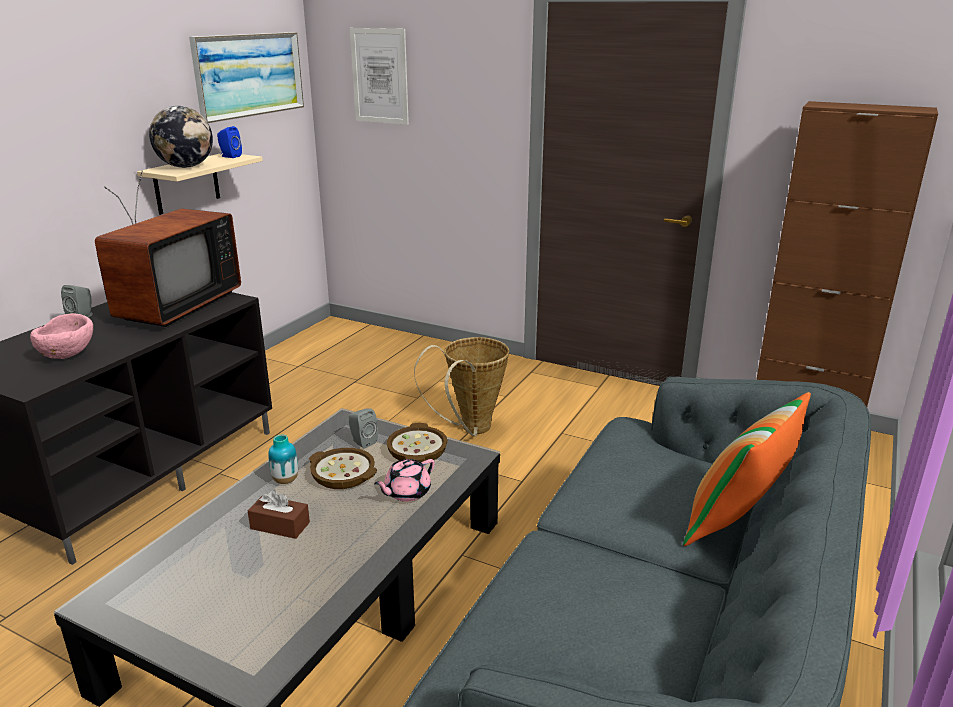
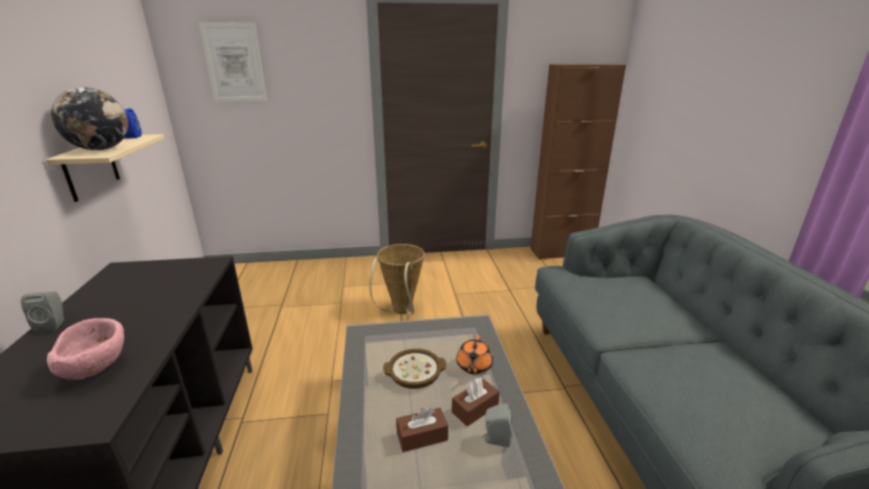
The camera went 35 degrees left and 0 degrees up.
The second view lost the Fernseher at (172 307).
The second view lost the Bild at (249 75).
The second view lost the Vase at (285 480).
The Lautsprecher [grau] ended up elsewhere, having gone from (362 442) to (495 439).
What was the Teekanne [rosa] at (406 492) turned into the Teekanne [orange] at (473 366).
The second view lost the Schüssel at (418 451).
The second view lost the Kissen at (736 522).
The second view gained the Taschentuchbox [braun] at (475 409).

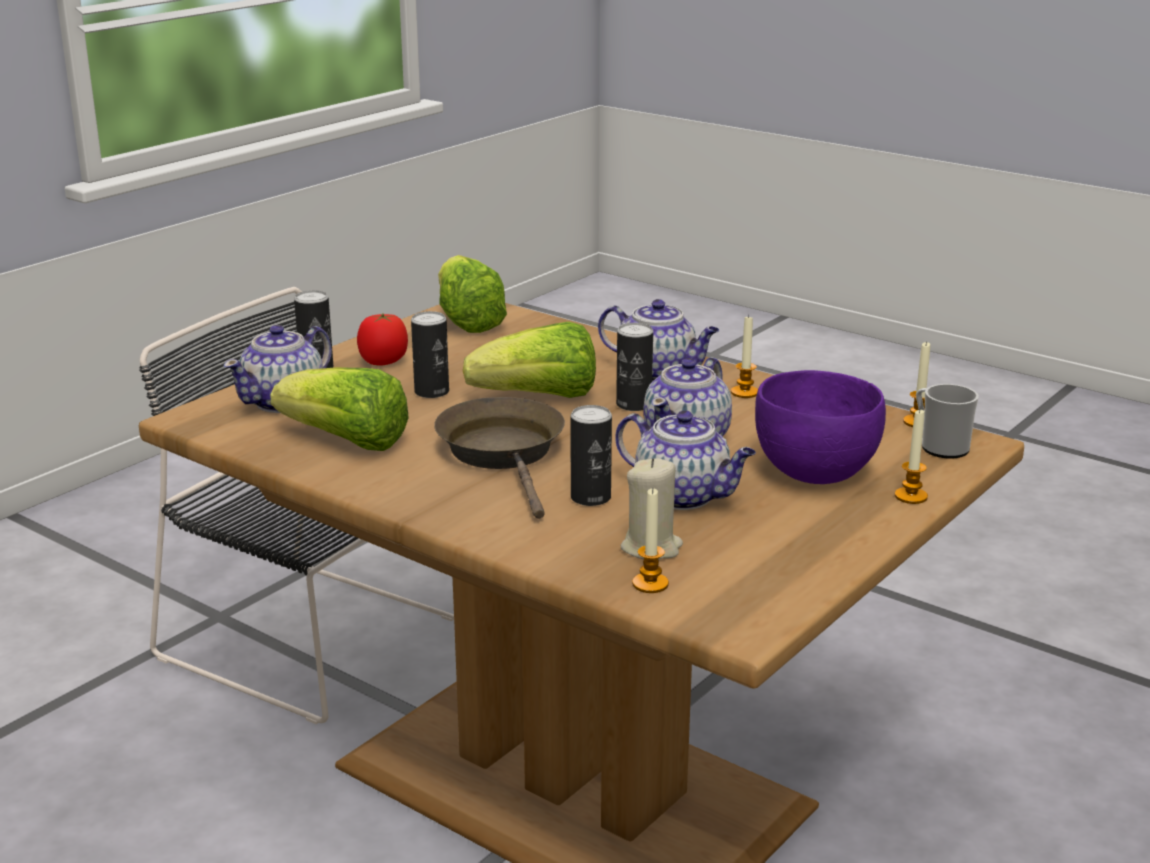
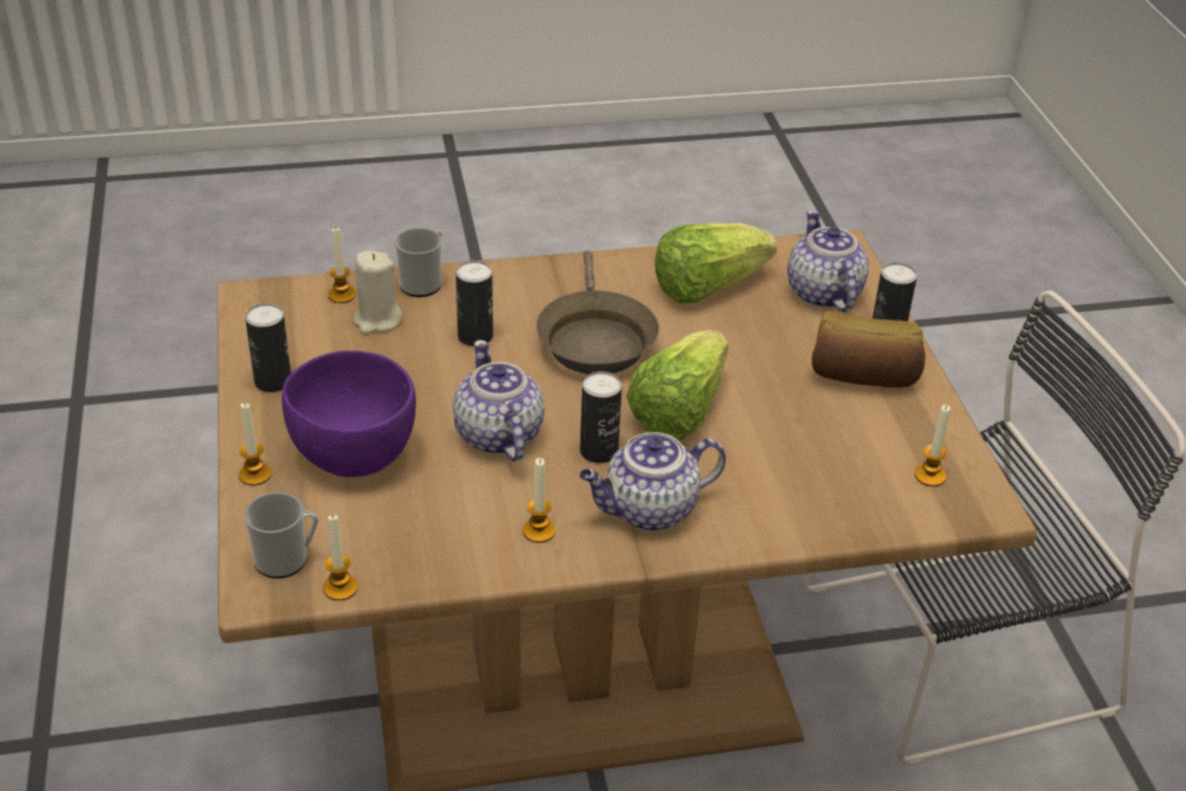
The camera went 130 degrees right and 15 degrees up.
Where the Tomate stood at (383 362), the Brot came to stand at (863 375).
The Dose ended up elsewhere, having gone from (431 392) to (273 381).
The Pfanne [braun] at (504 454) ended up facing another way, 60 degrees clockwise from before.
Where the Salatkopf stood at (467 321), the Kerze came to stand at (930 476).
The second view lost the Teekanne at (684 496).
The second view gained the Henkelbecher at (423 282).

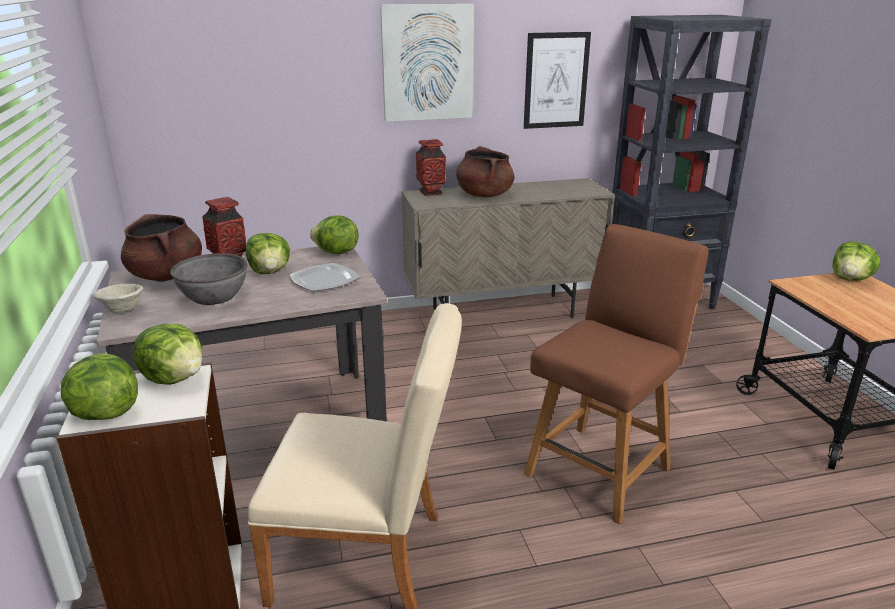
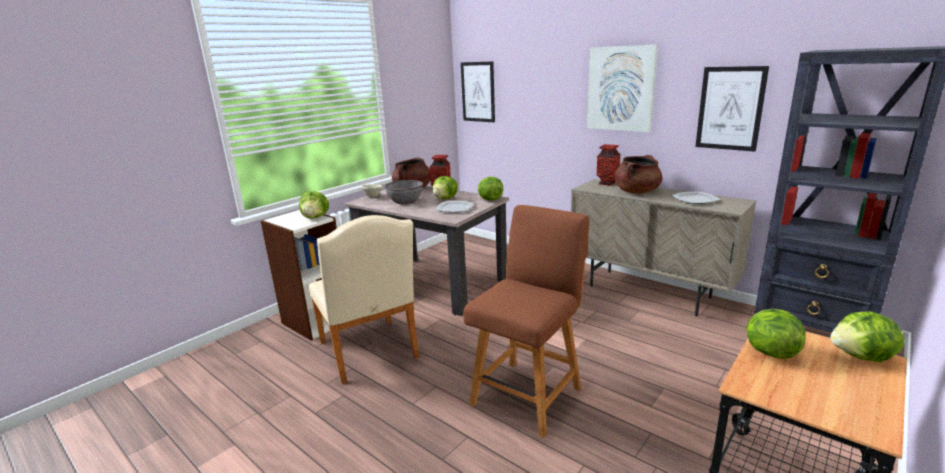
The camera went 55 degrees right and 5 degrees down.
The Salatkopf ended up elsewhere, having gone from (104 413) to (769 352).
The Stuhl [braun] at (600 468) ended up facing another way, 60 degrees counterclockwise from before.
The second view gained the Bild at (478 92).
The second view gained the Teller at (695 199).

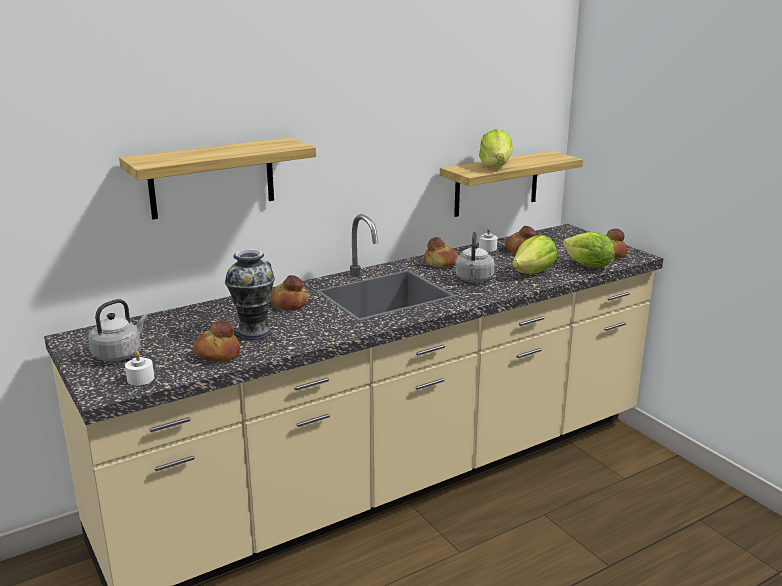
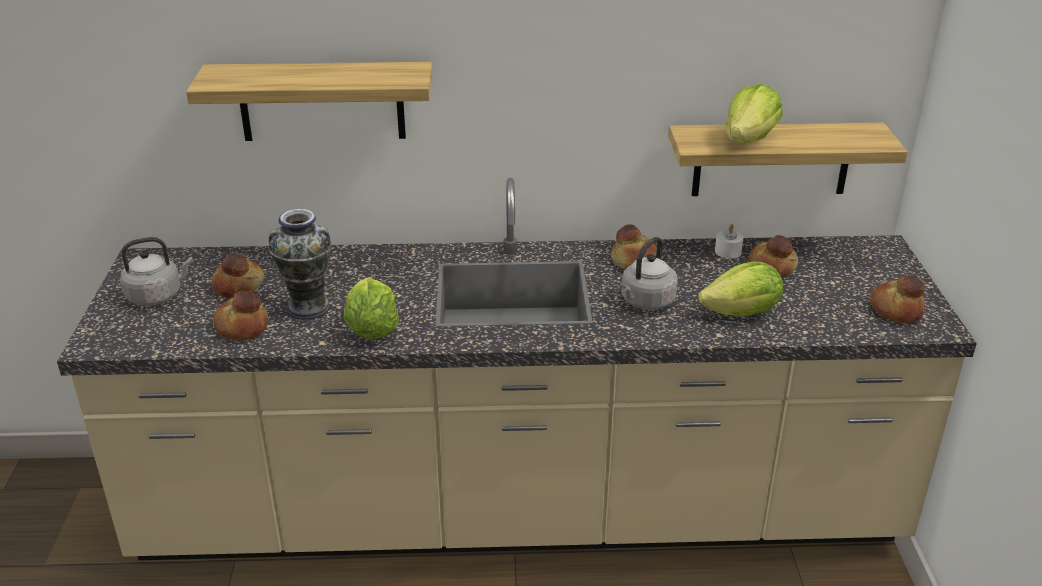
The camera went 30 degrees right and 10 degrees up.
The second view lost the Kerze [weiß] at (140 379).
The Brot ended up elsewhere, having gone from (290 303) to (239 286).
The Salatkopf ended up elsewhere, having gone from (588 266) to (372 330).

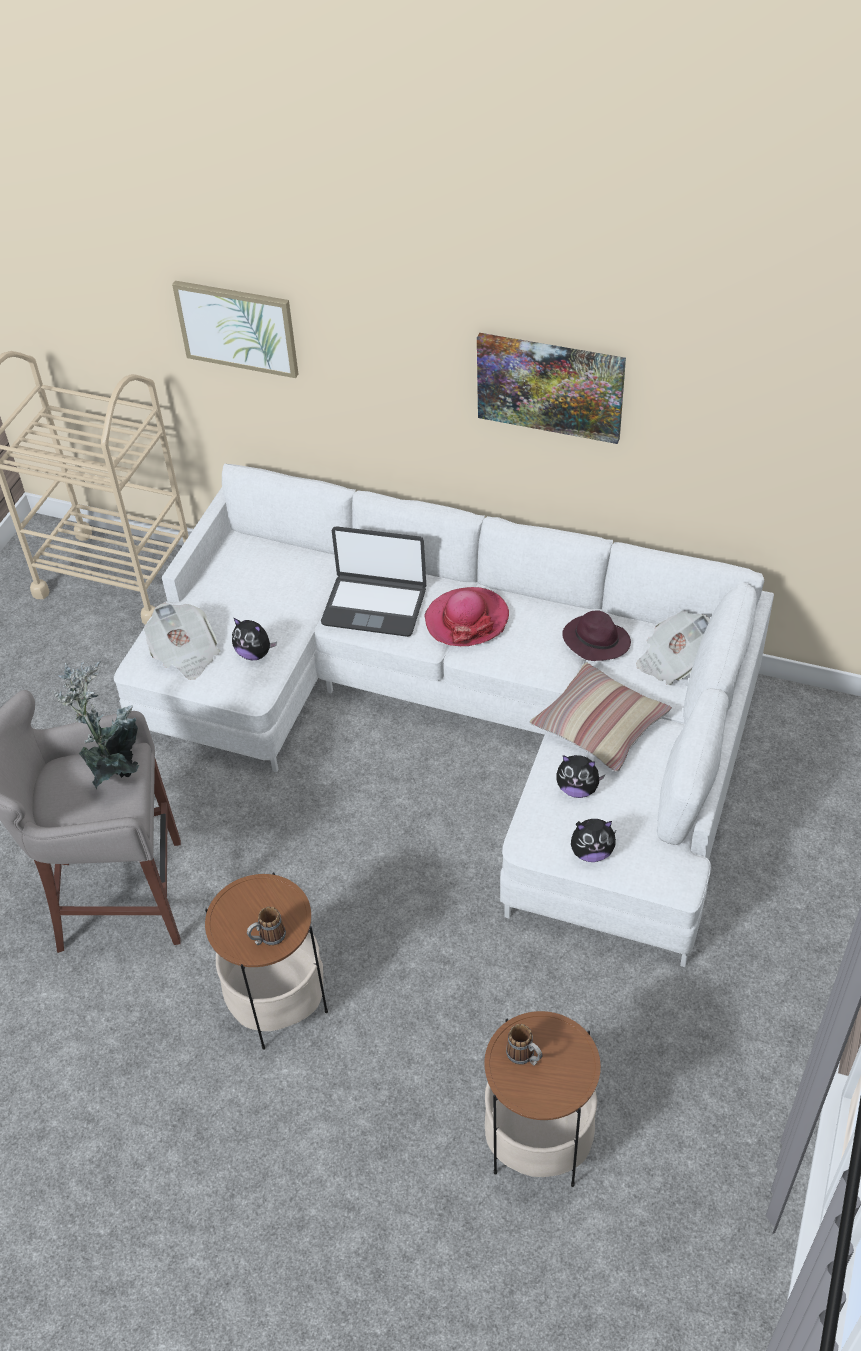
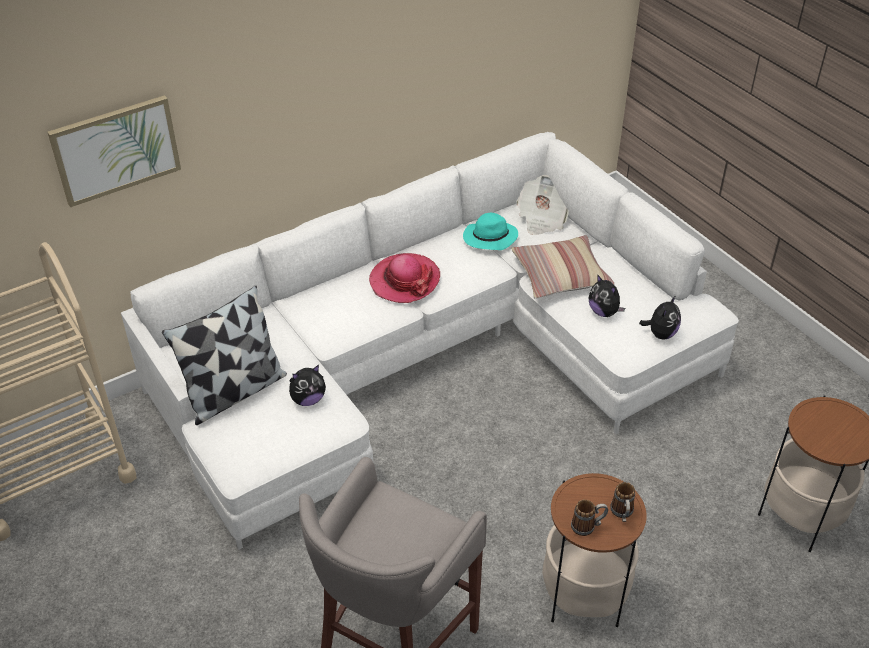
The camera went 55 degrees left and 5 degrees down.
The second view lost the Topfpflanze at (115 768).
The second view lost the Zeitung at (185 654).
The second view lost the Laptop at (374 606).
The second view lost the Bild at (550 386).
The Henkelbecher ended up elsewhere, having gone from (525 1057) to (588 526).
The Plüschtier at (577 789) ended up facing another way, 90 degrees clockwise from before.
What was the Hut [lila] at (595 641) turned into the Hut [türkis] at (489 238).
The second view gained the Kissen at (234 392).

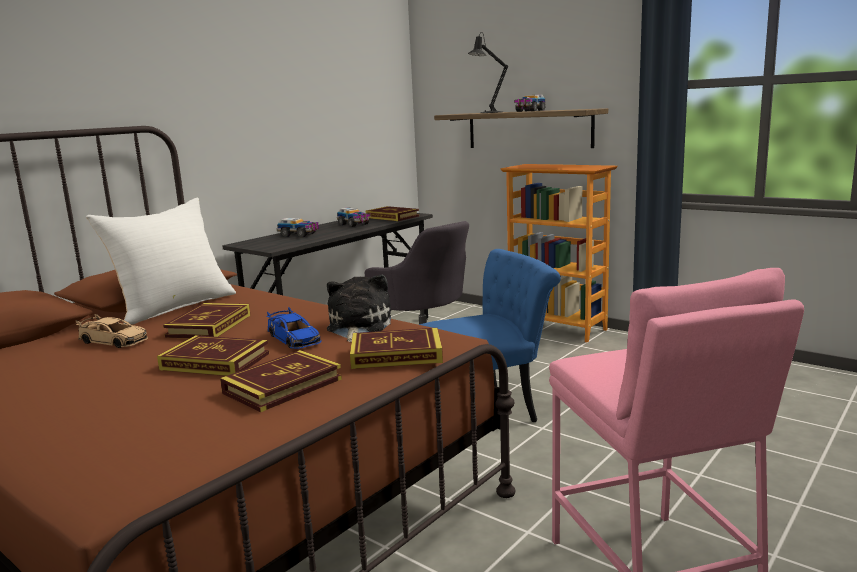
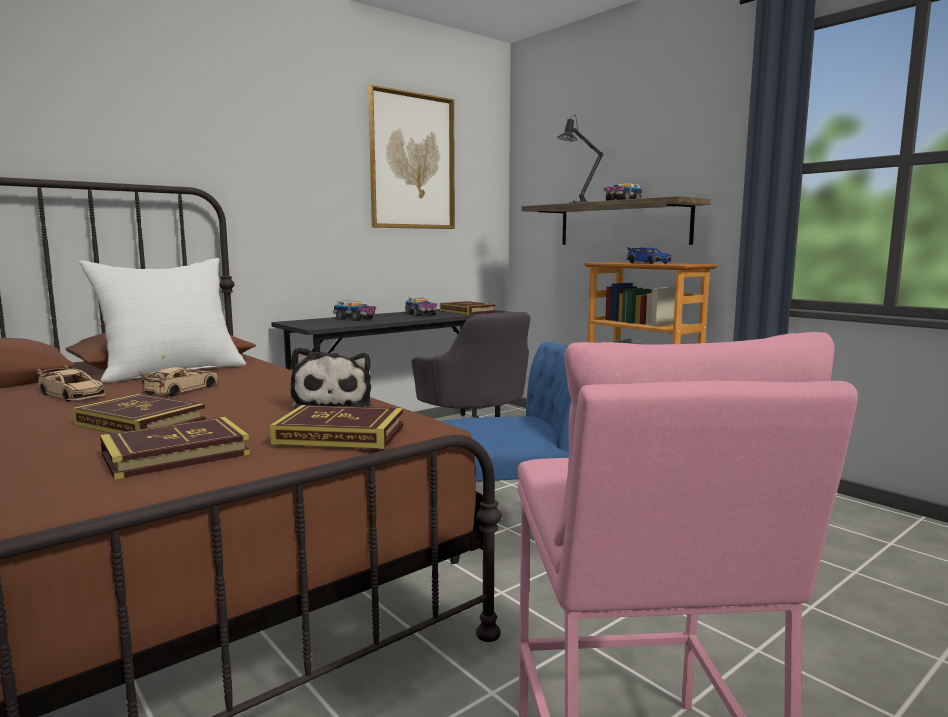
The camera went 10 degrees right and 5 degrees down.
Where the Buch stood at (209 326), the Spielzeugauto [beige] came to stand at (182 390).
The Spielzeugauto [blau] ended up elsewhere, having gone from (294 339) to (648 263).
The Plüschtier at (357 326) ended up facing another way, 150 degrees clockwise from before.
The second view gained the Bild at (412 162).

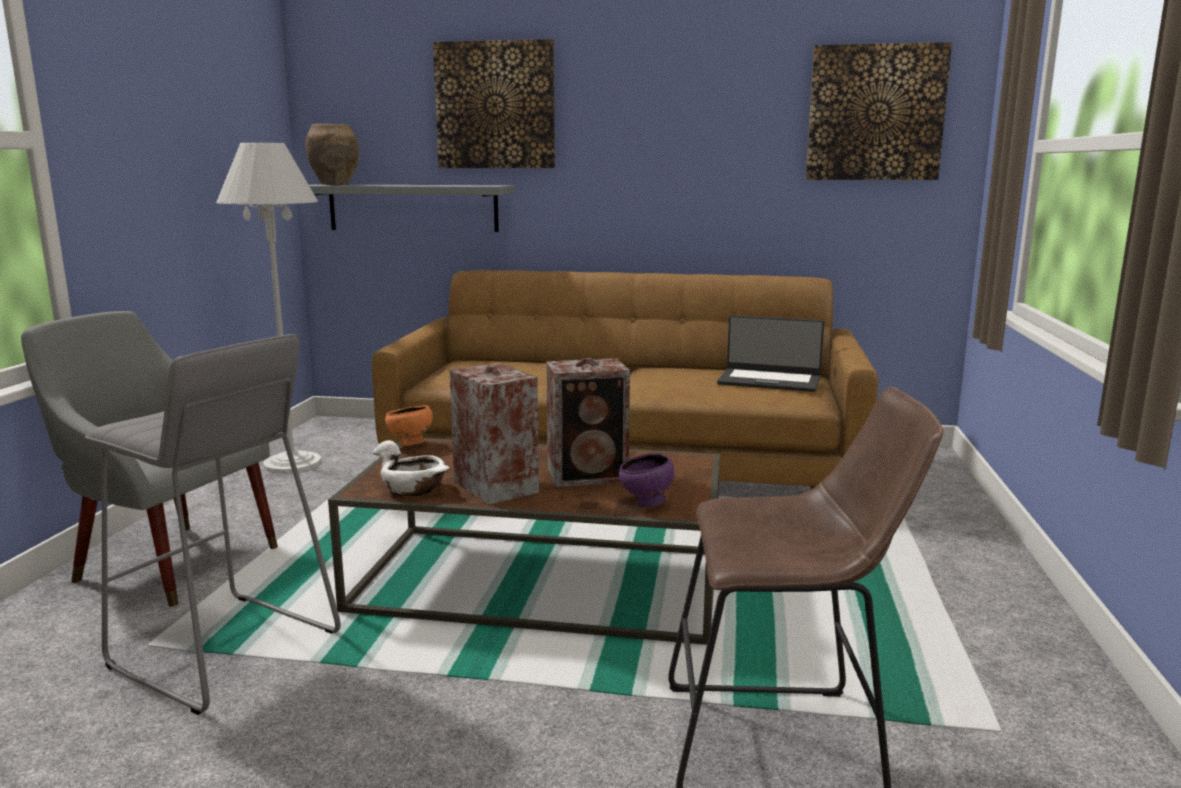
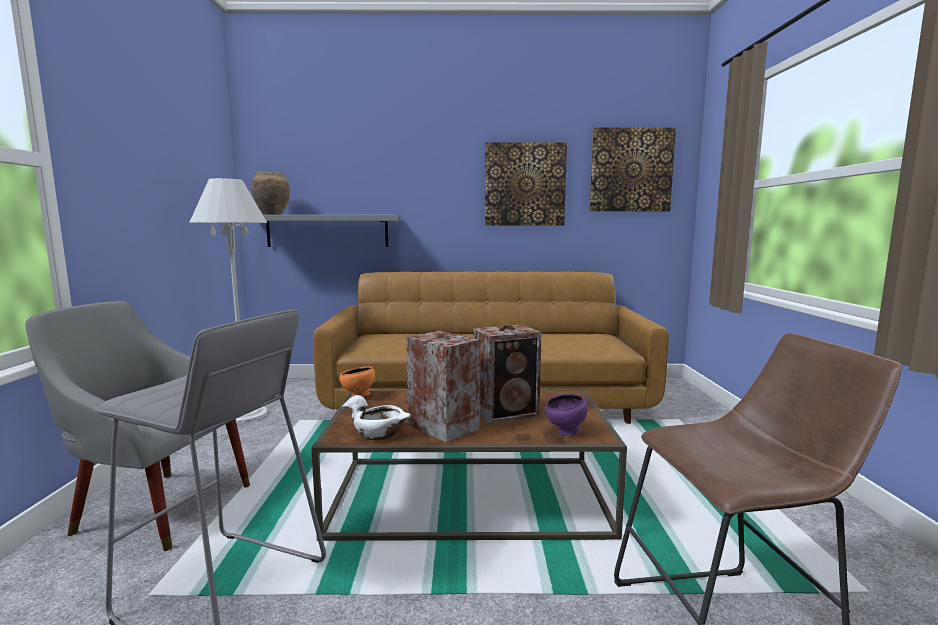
The camera went 10 degrees left and 5 degrees down.
The Bild ended up elsewhere, having gone from (495 105) to (524 184).
The second view lost the Laptop at (769 381).

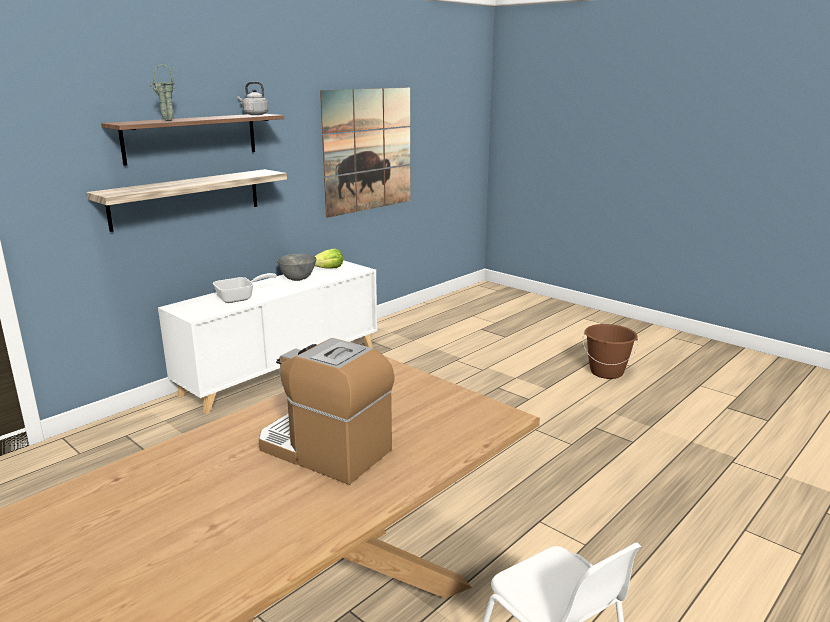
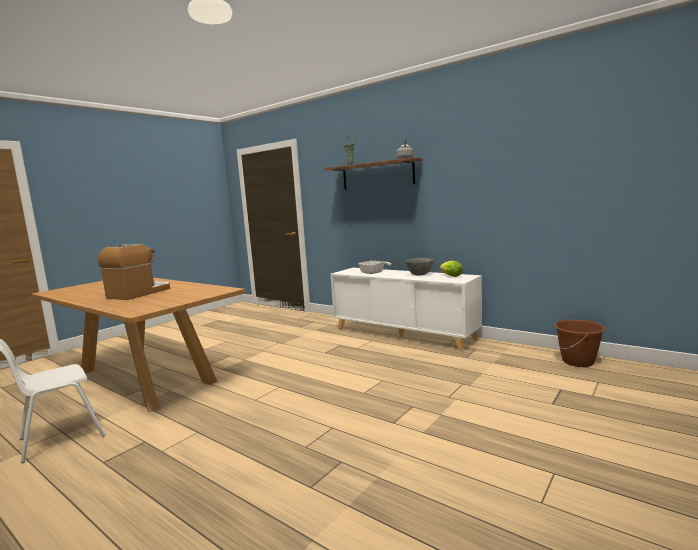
The camera went 85 degrees right and 10 degrees down.
The second view lost the Wandregal at (186 198).
The second view lost the Bild at (368 150).
The Eimer [braun] ended up elsewhere, having gone from (606 372) to (578 362).

